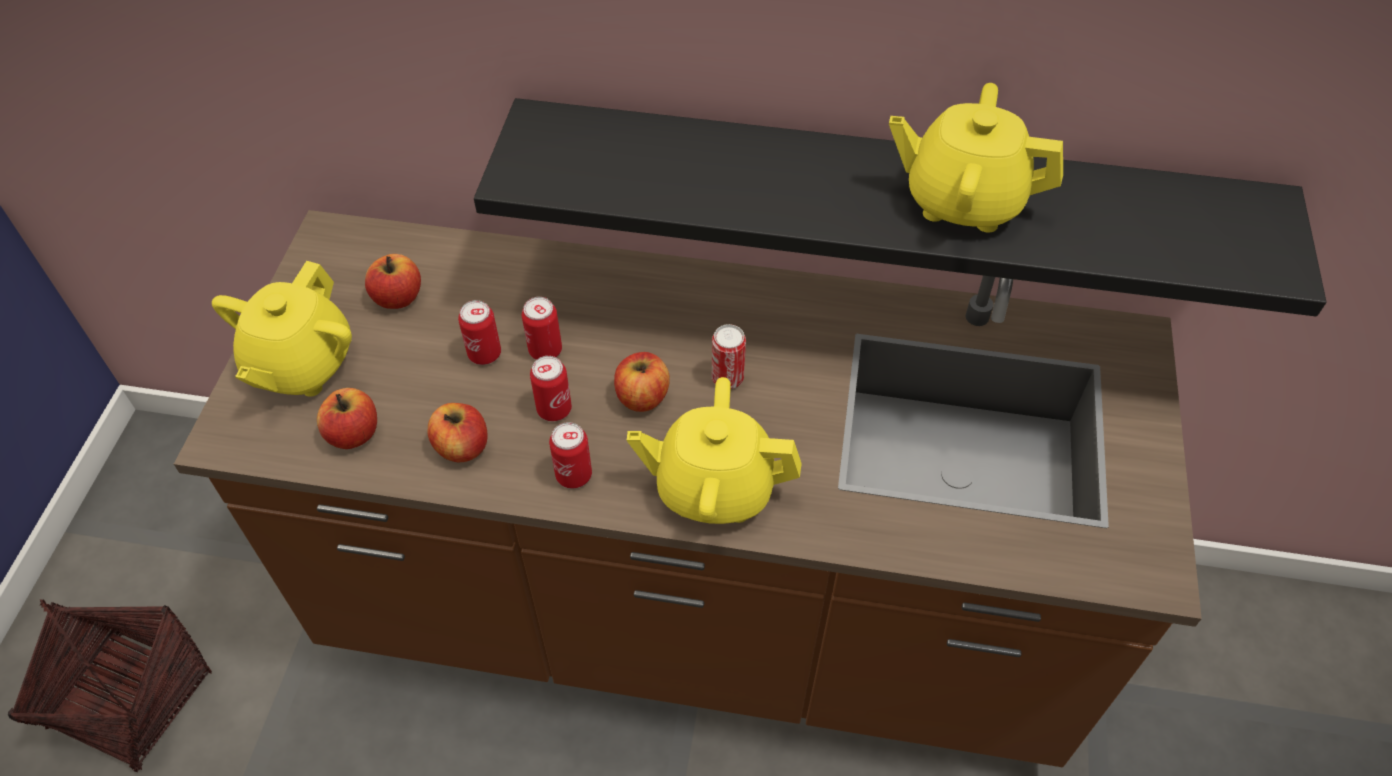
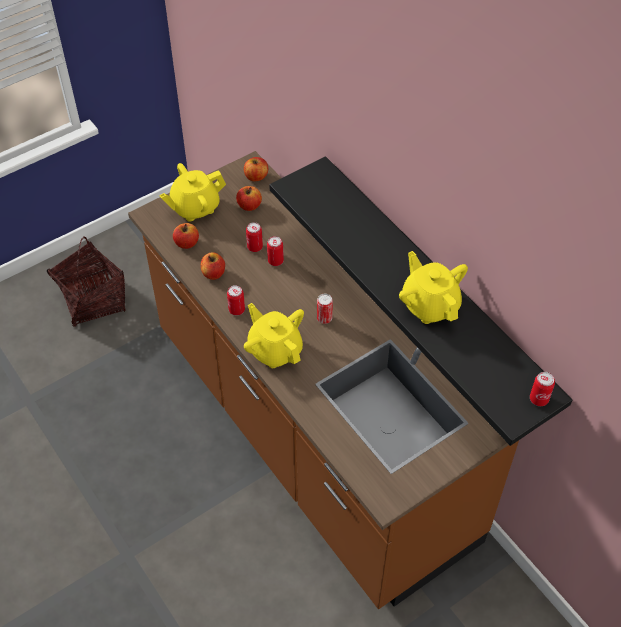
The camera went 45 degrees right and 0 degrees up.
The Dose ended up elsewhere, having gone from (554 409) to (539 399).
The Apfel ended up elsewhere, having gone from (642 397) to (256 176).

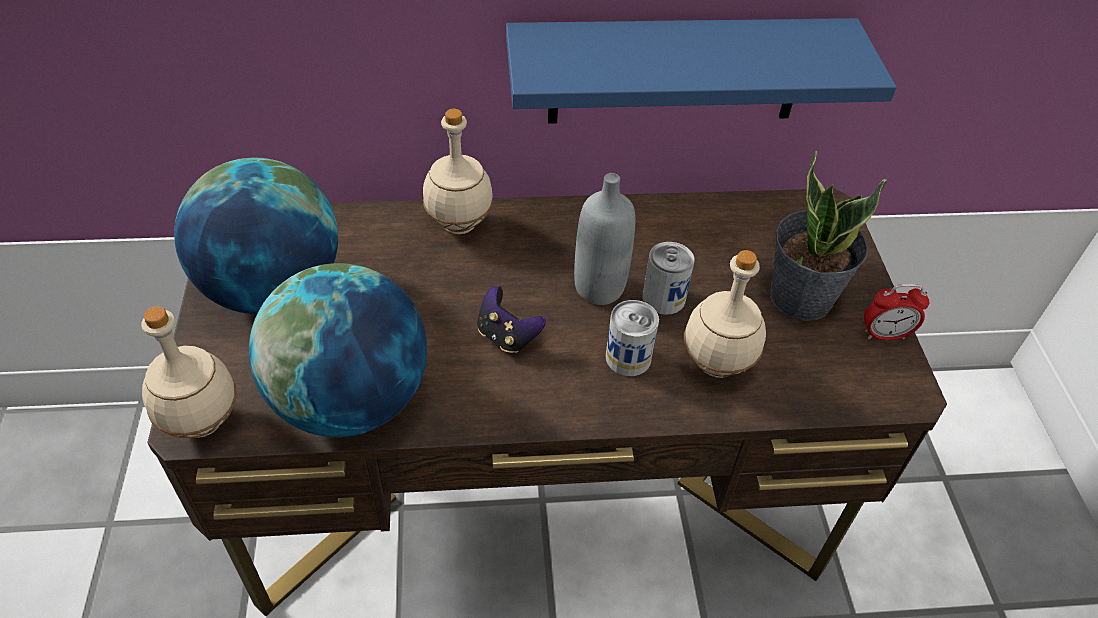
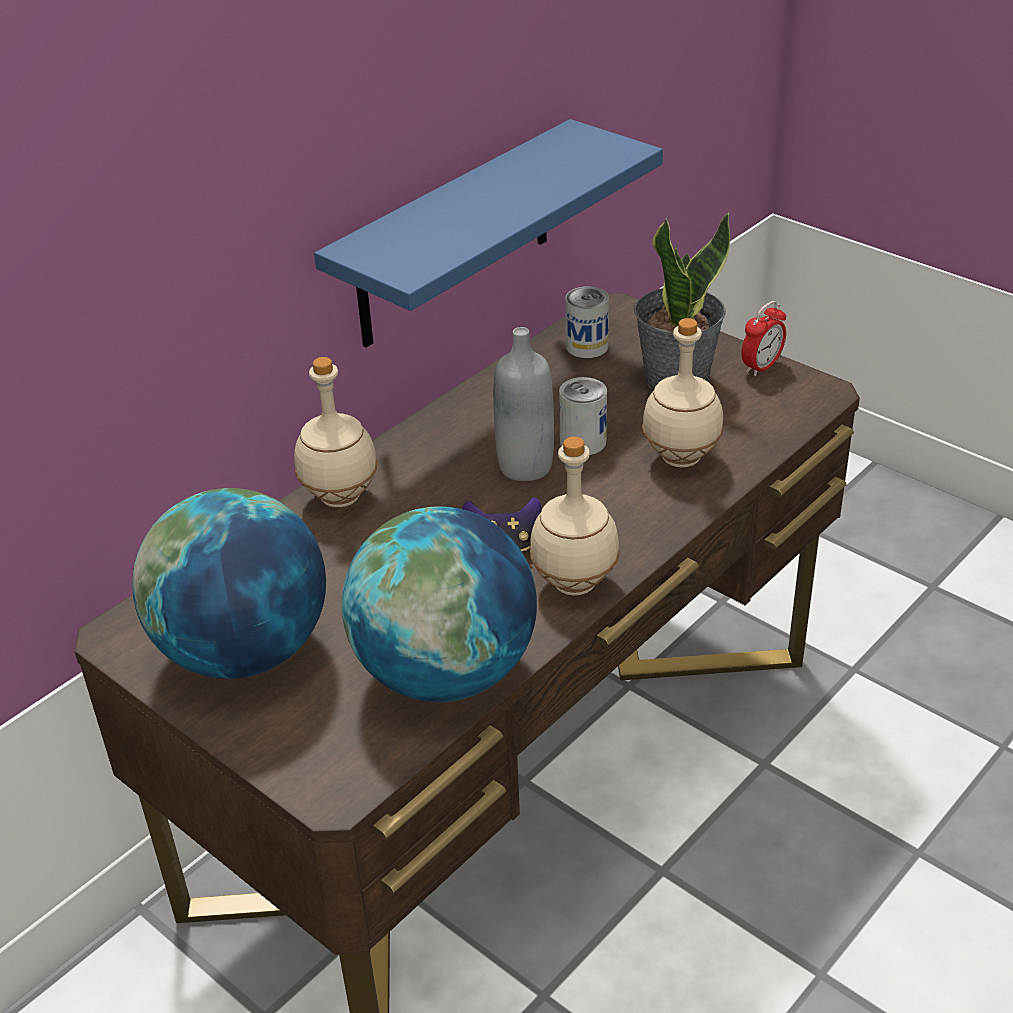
The camera went 40 degrees left and 10 degrees down.
The Flasche [beige] ended up elsewhere, having gone from (203 421) to (575 582).
The Dose ended up elsewhere, having gone from (628 358) to (587 346).

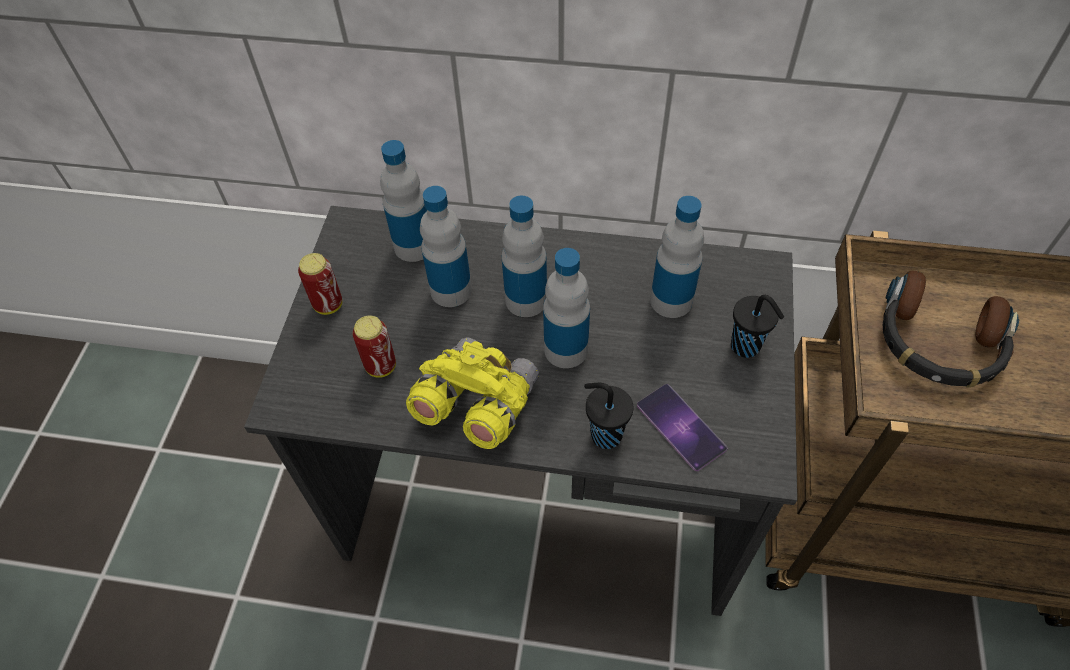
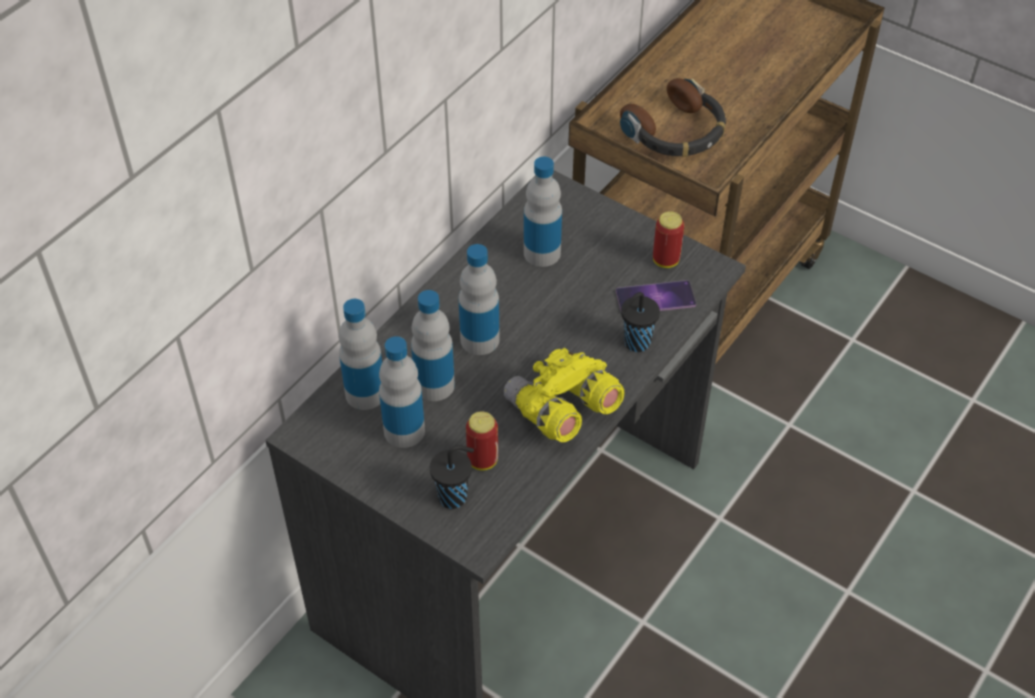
The camera went 65 degrees left and 5 degrees down.
The Dose ended up elsewhere, having gone from (328 304) to (666 260).
The Flasche ended up elsewhere, having gone from (566 349) to (404 431).
The Tasse [schwarz] ended up elsewhere, having gone from (747 347) to (454 496).

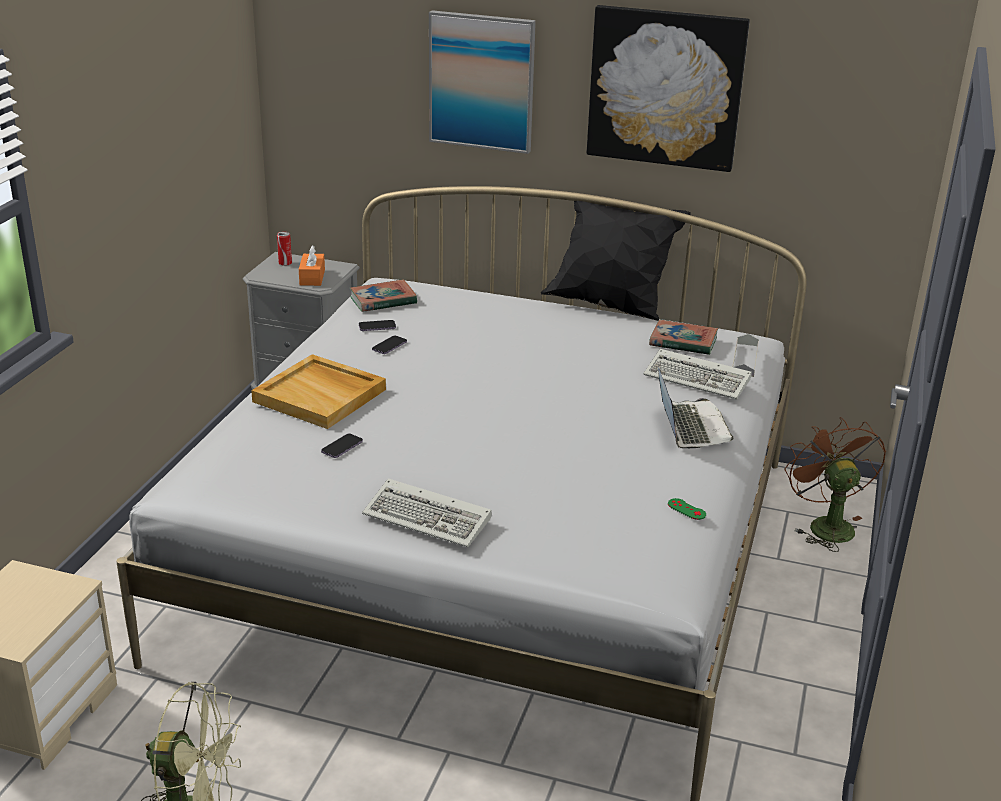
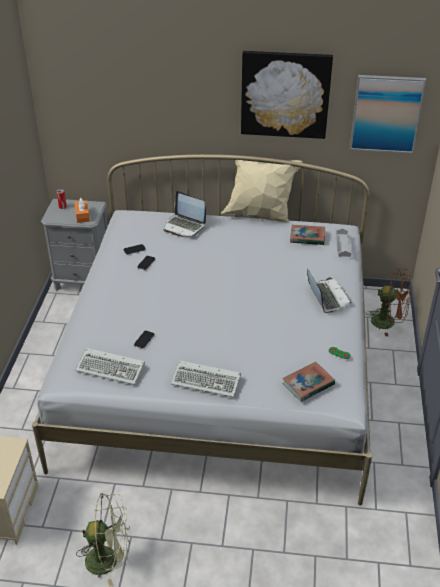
The camera went 10 degrees left and 10 degrees up.
The second view lost the Tablett [beige] at (321 395).
The Buch ended up elsewhere, having gone from (383 300) to (308 384).
The Bild ended up elsewhere, having gone from (481 81) to (386 114).
What was the Kissen [schwarz] at (610 307) turned into the Kissen [beige] at (259 216).
The Tastatur ended up elsewhere, having gone from (699 379) to (112 368).
The Ventilator [braun] at (825 525) ended up facing another way, 135 degrees clockwise from before.
The second view gained the Laptop at (184 226).

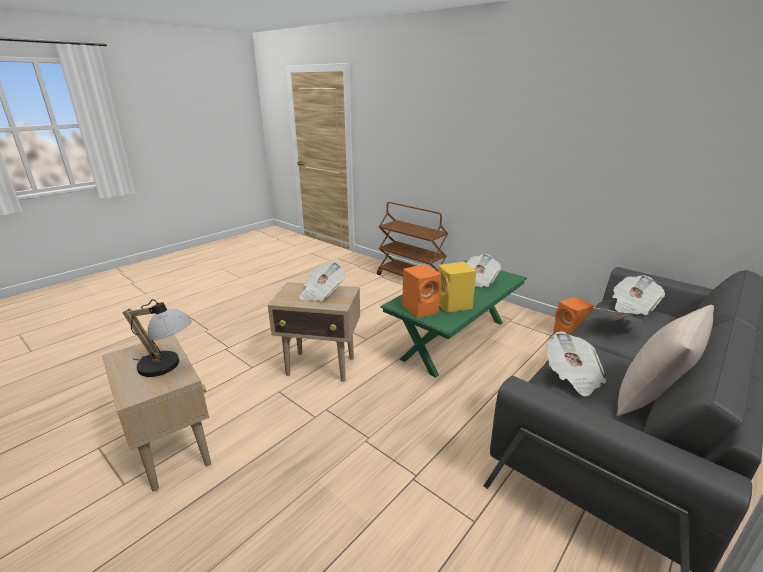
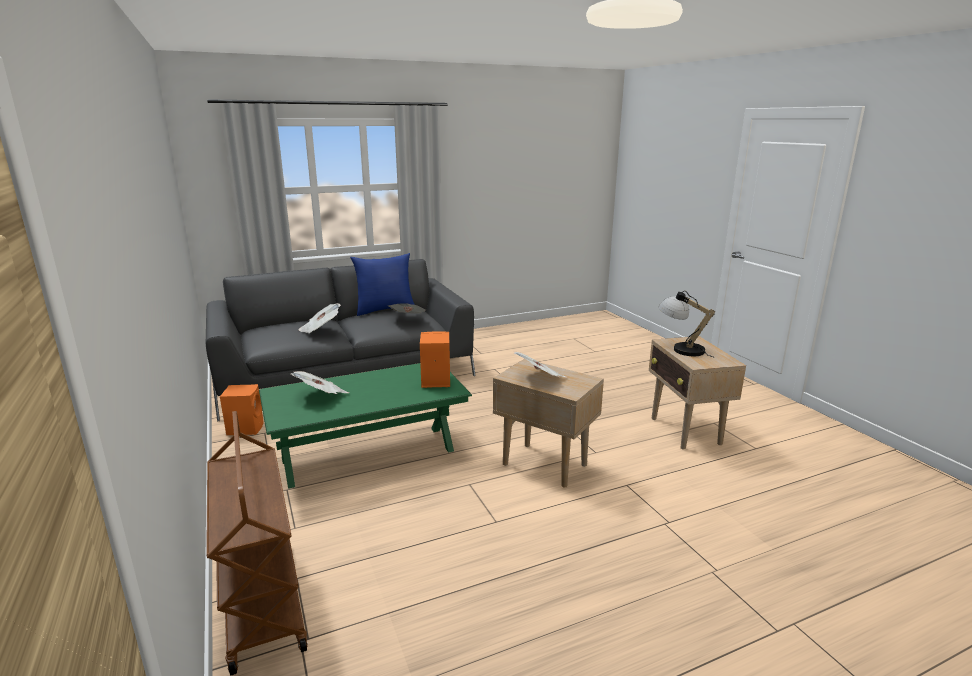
The camera went 155 degrees left and 5 degrees down.
The second view lost the Lautsprecher [gelb] at (454 306).
The second view lost the Zeitung at (632 306).
What was the Kissen [beige] at (651 398) turned into the Kissen [blau] at (385 310).

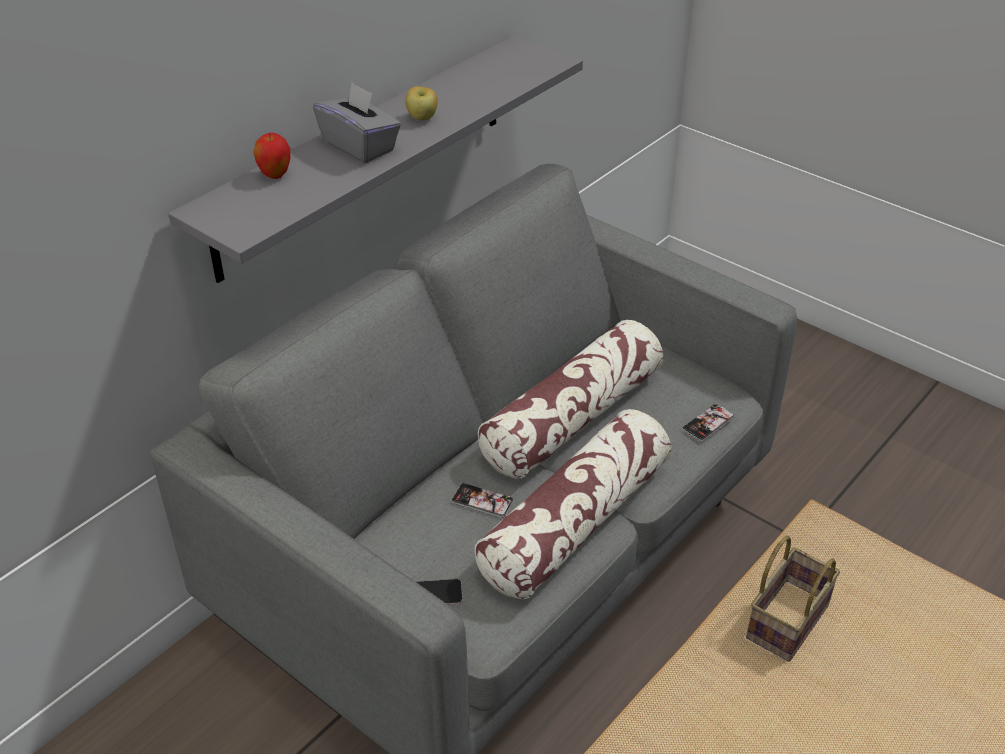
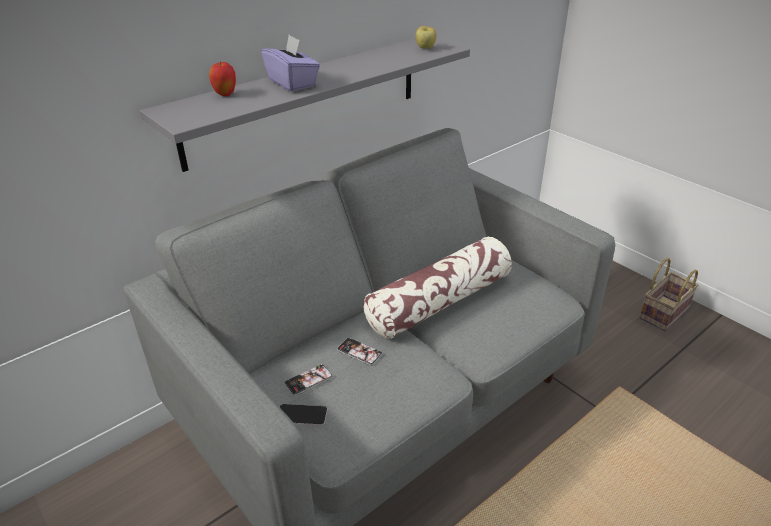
The camera went 10 degrees right and 5 degrees down.
What was the Taschentuchbox [grau] at (360 146) turned into the Taschentuchbox [lila] at (293 83).
The Apfel ended up elsewhere, having gone from (422 118) to (425 48).
The second view lost the Kissen at (576 522).
The Handy ended up elsewhere, having gone from (708 423) to (308 380).
The Korb ended up elsewhere, having gone from (786 619) to (663 312).

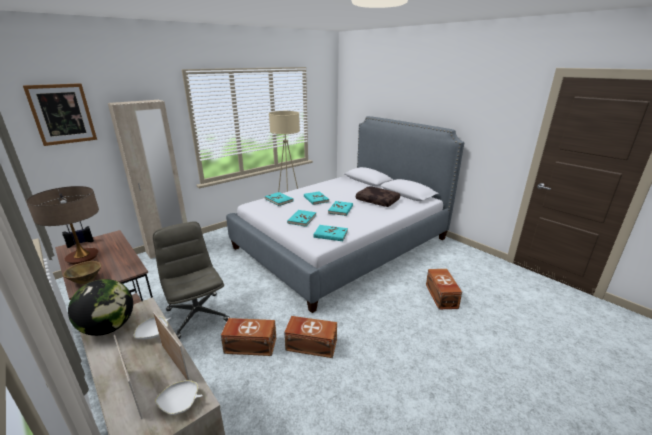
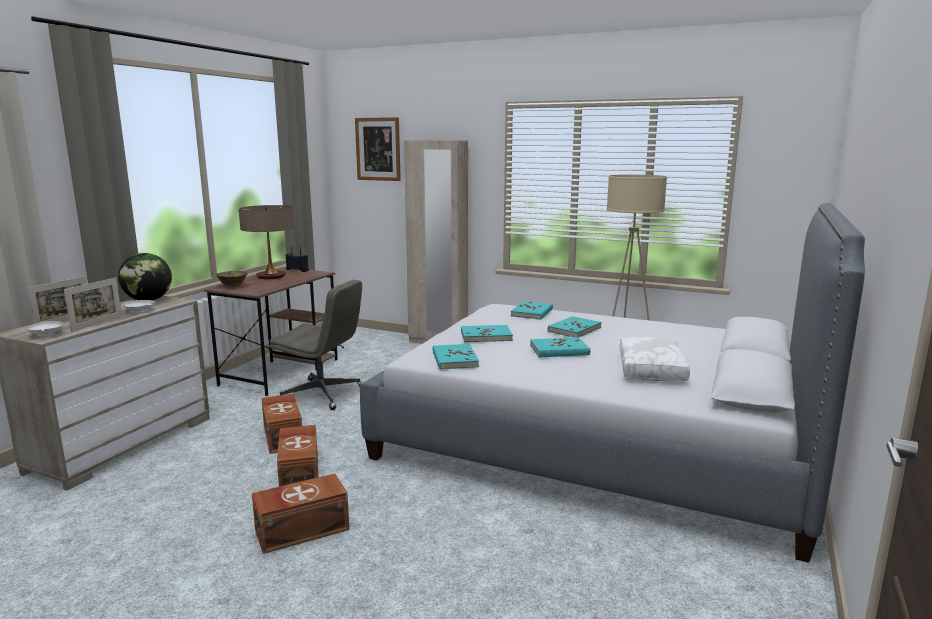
The camera went 65 degrees right and 10 degrees down.
The Bürostuhl [grau] at (197 315) ended up facing another way, 75 degrees clockwise from before.
What was the Kissen [braun] at (378 201) turned into the Kissen [weiß] at (653 370).
The Aufbewahrungsbox [braun] ended up elsewhere, having gone from (441 296) to (300 529).

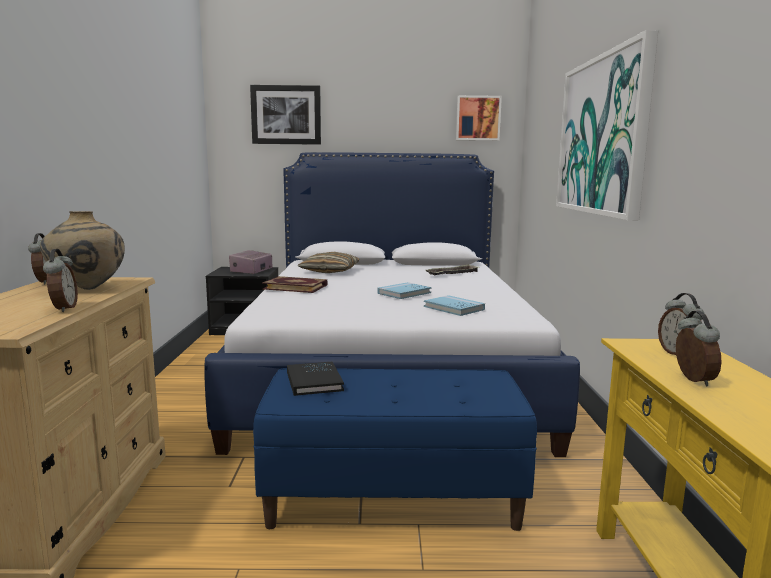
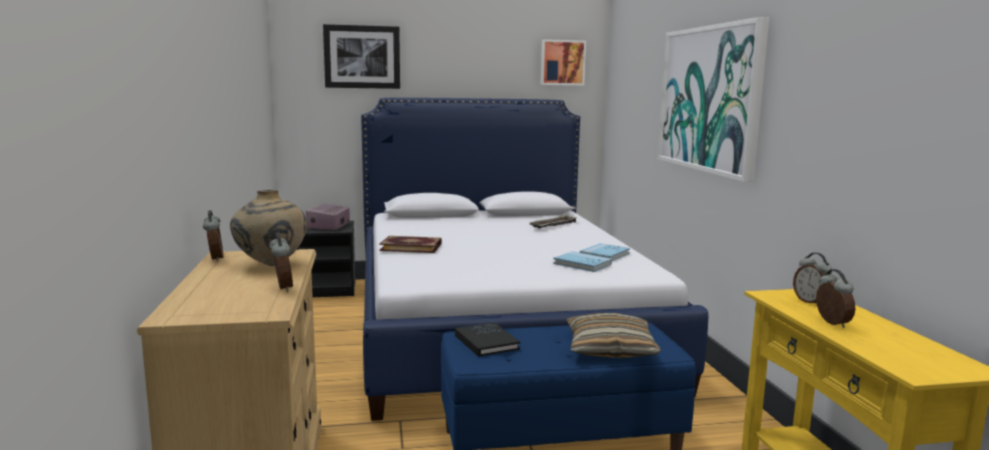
The camera went 10 degrees left and 0 degrees up.
The Kissen ended up elsewhere, having gone from (330 271) to (610 349).
The Buch [blau] ended up elsewhere, having gone from (404 293) to (604 255).

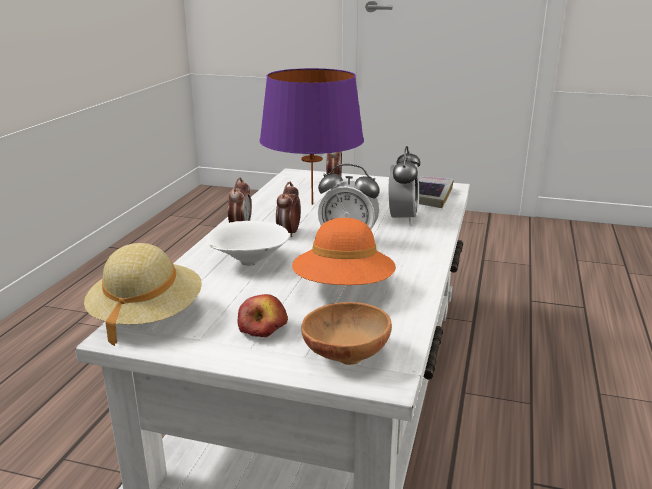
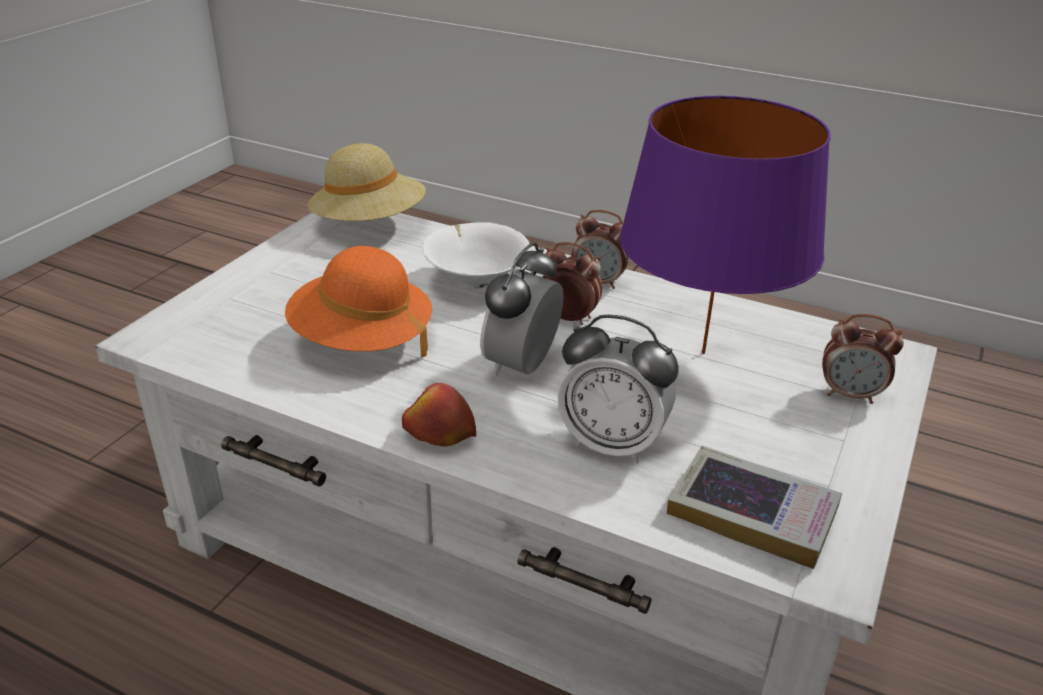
The camera went 100 degrees right and 10 degrees up.
The Apfel ended up elsewhere, having gone from (263 329) to (438 433).
The second view lost the Schüssel [braun] at (344 354).

